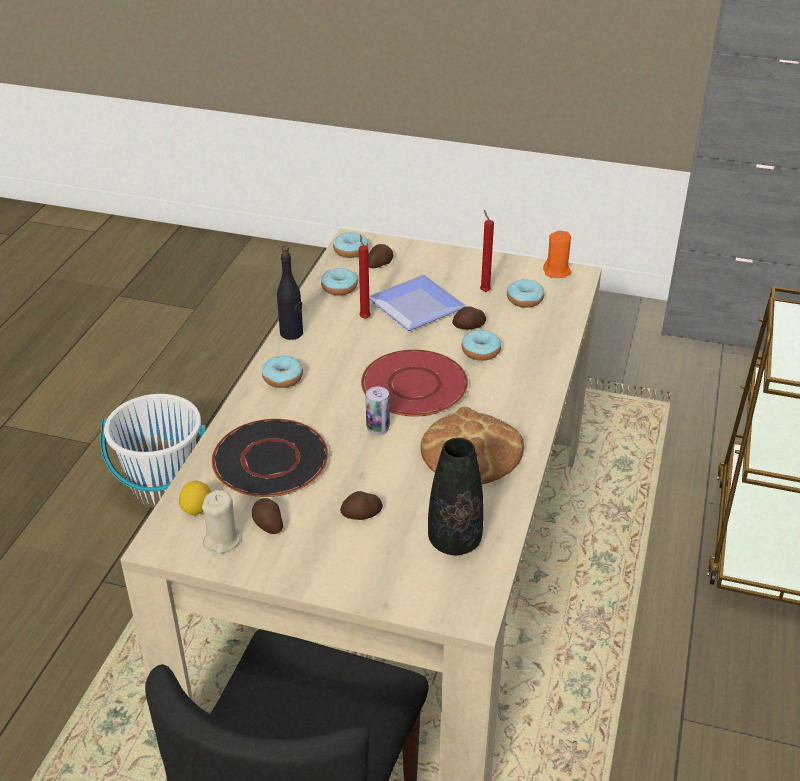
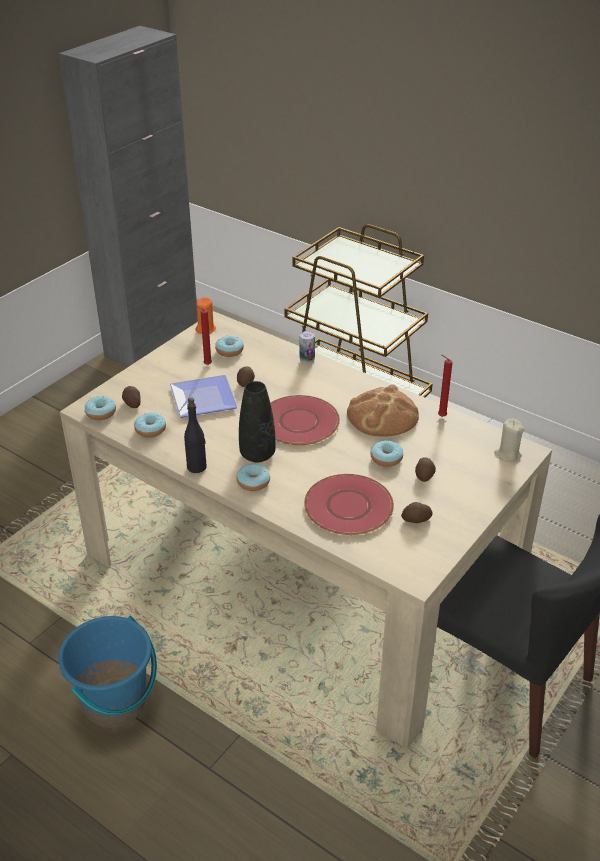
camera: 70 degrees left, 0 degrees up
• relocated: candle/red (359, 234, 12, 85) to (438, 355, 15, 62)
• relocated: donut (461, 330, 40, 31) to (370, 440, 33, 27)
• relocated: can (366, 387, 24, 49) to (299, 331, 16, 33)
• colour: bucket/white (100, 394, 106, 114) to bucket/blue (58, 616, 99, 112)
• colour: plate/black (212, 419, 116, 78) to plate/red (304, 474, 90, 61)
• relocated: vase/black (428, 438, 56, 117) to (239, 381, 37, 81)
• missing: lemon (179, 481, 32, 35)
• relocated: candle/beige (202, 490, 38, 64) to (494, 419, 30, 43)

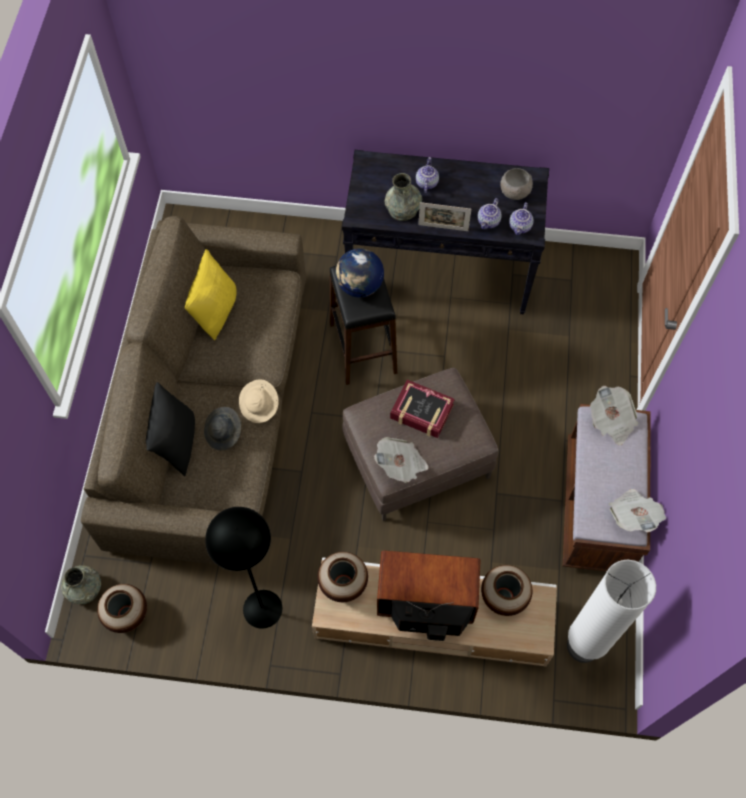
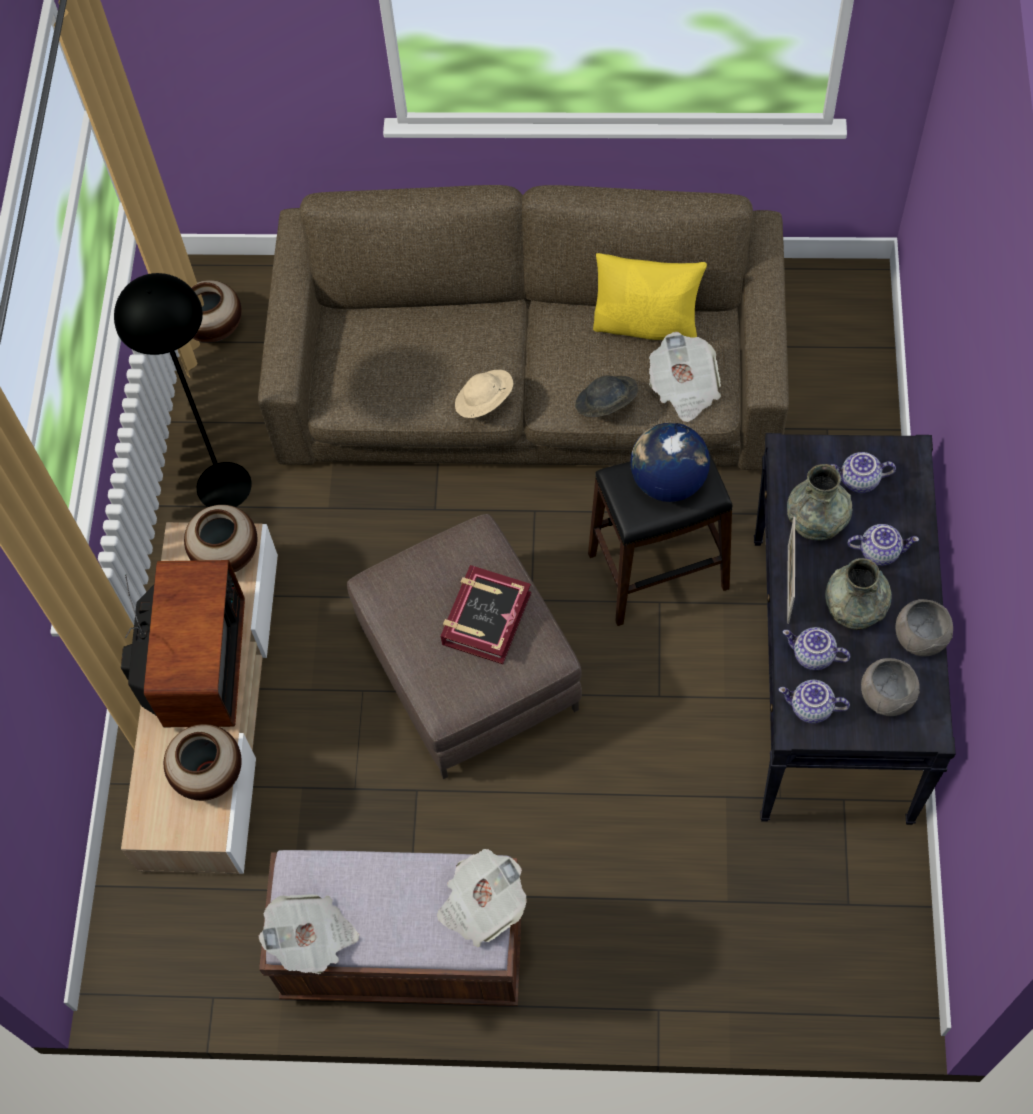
camera: 90 degrees right, 0 degrees up
• missing: pillow/black (146, 382, 49, 94)
• relocated: hat/grey (204, 407, 37, 43) to (575, 376, 63, 41)
• relocated: newspaper (374, 437, 55, 46) to (649, 332, 72, 90)
• missing: floor lamp/white (567, 560, 89, 103)
• relocated: vase/grey (61, 565, 40, 39) to (825, 558, 67, 72)
• appeared: teapot (831, 452, 65, 41)
• appeared: bowl/grey (896, 599, 57, 57)

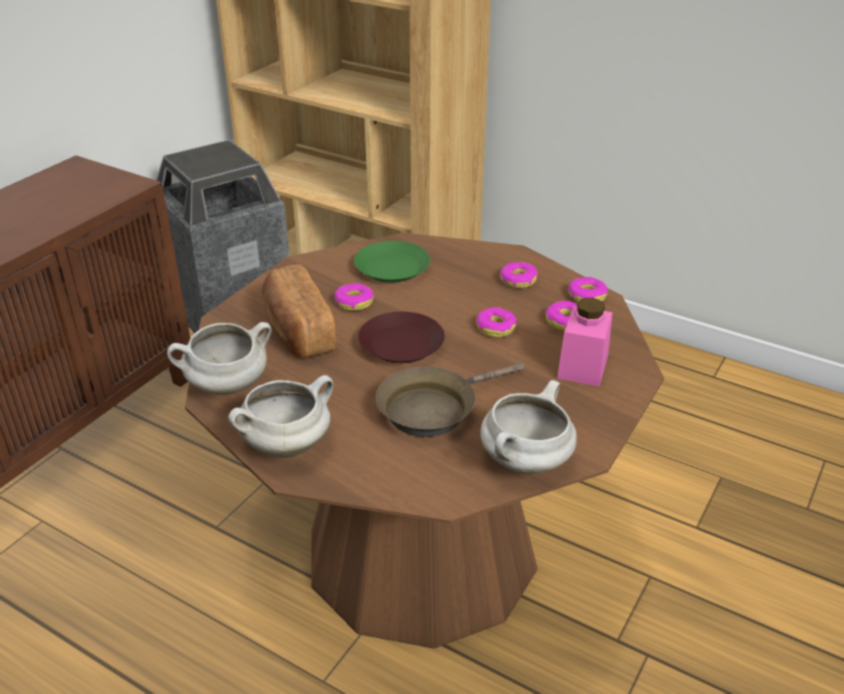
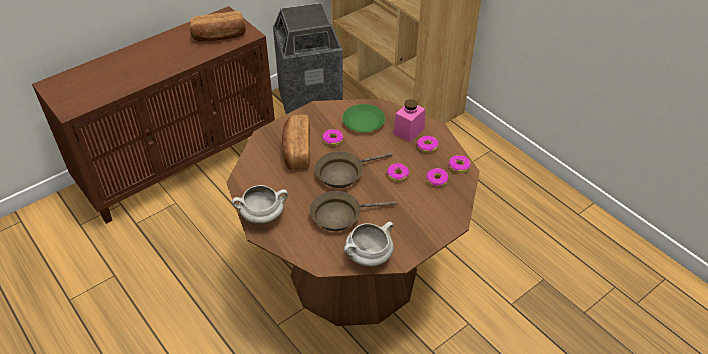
camera: 20 degrees right, 10 degrees up
• relocated: jar/pink (557, 298, 56, 89) to (393, 99, 32, 43)
• exchanged: plate/brown (358, 312, 87, 51) to frying pan/brown (315, 151, 78, 37)
• missing: cooking pot/white (167, 322, 105, 73)
• appeared: bread (190, 11, 56, 31)

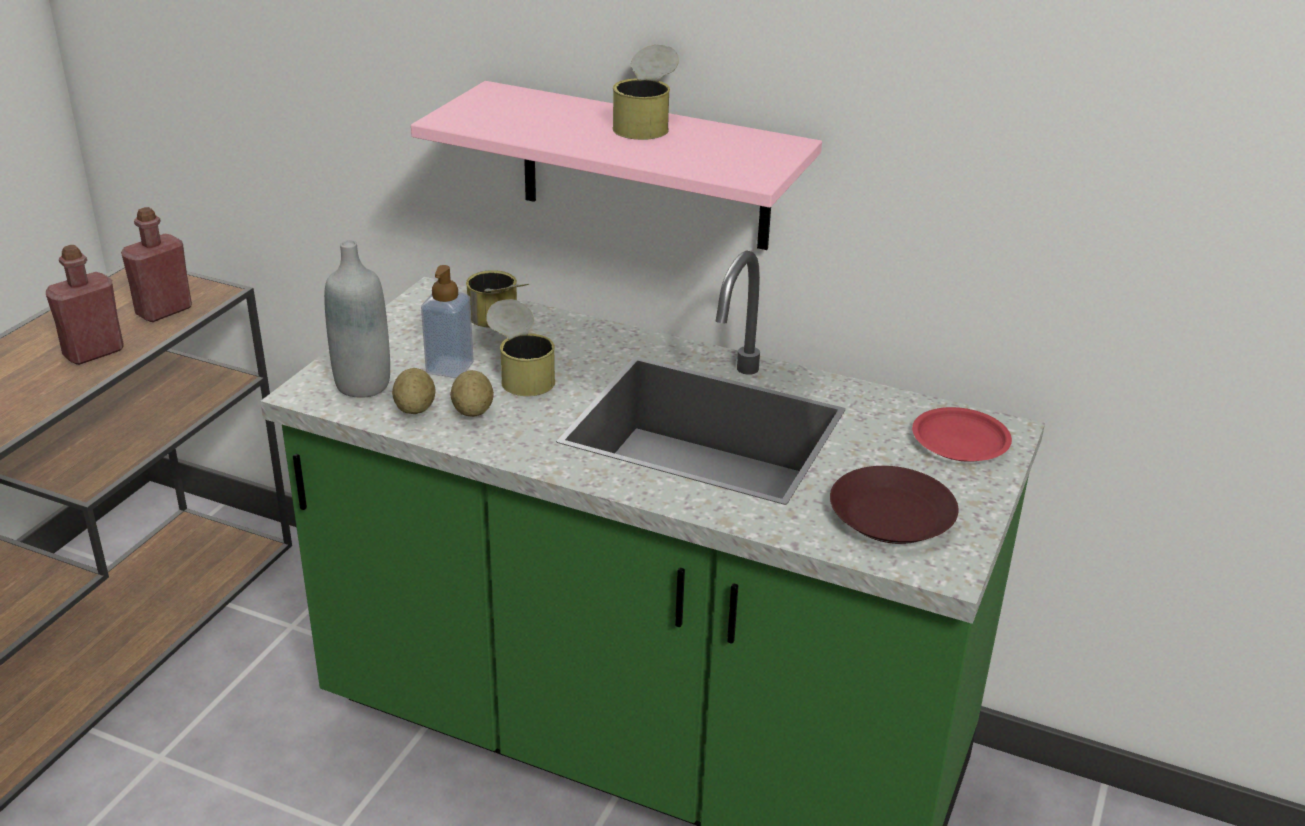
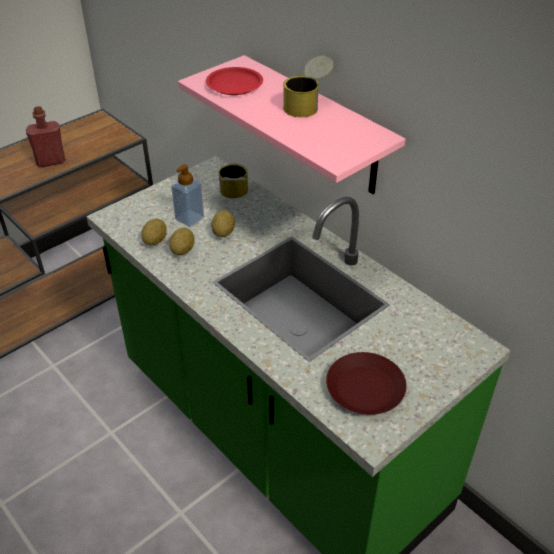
camera: 25 degrees right, 10 degrees up
• missing: bottle/red (121, 207, 71, 115)
• missing: bottle/grey (324, 240, 66, 158)
• exchanged: can (486, 299, 69, 97) to potato (211, 210, 24, 27)
• relocated: plate/red (912, 407, 100, 55) to (206, 67, 57, 28)

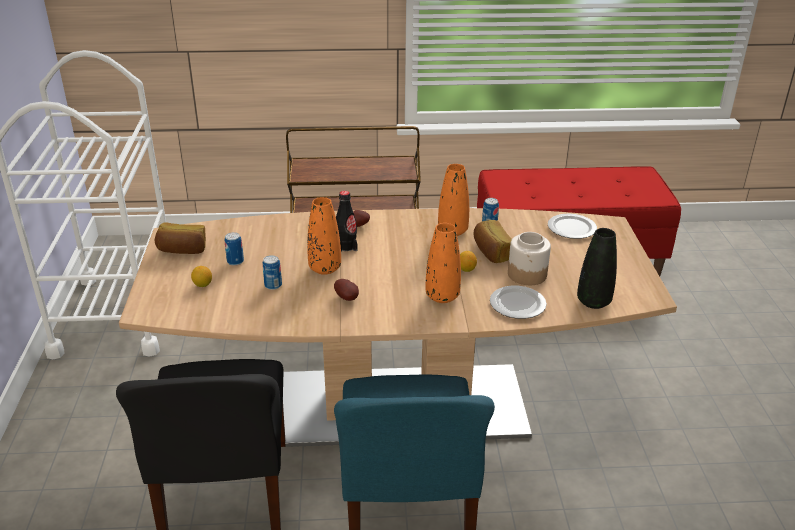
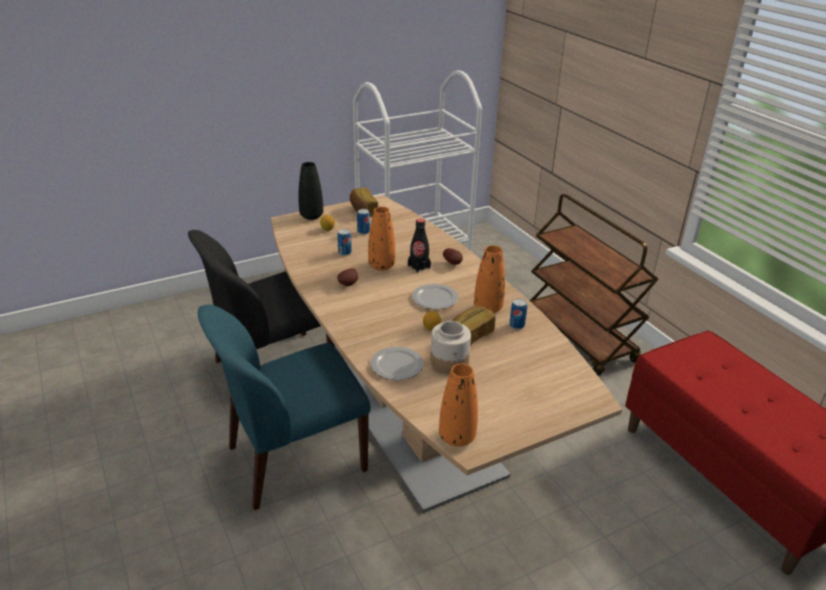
camera: 65 degrees right, 0 degrees up
• relocated: plate (548, 214, 49, 25) to (412, 284, 46, 26)
• relocated: vase/orange (426, 223, 35, 80) to (439, 363, 39, 84)
• relocated: vase/black (577, 228, 40, 81) to (299, 162, 24, 58)

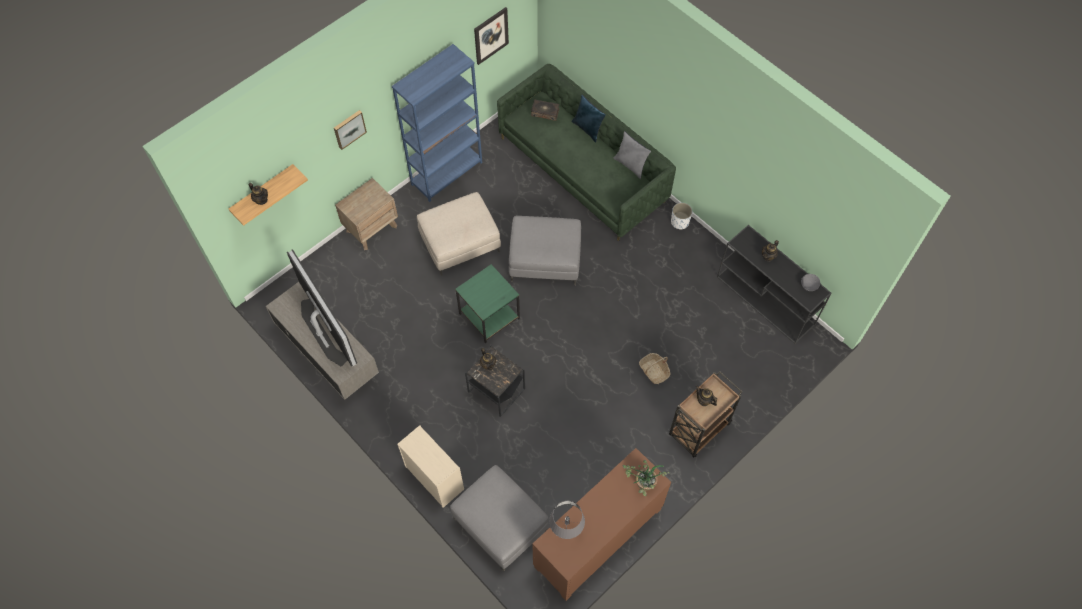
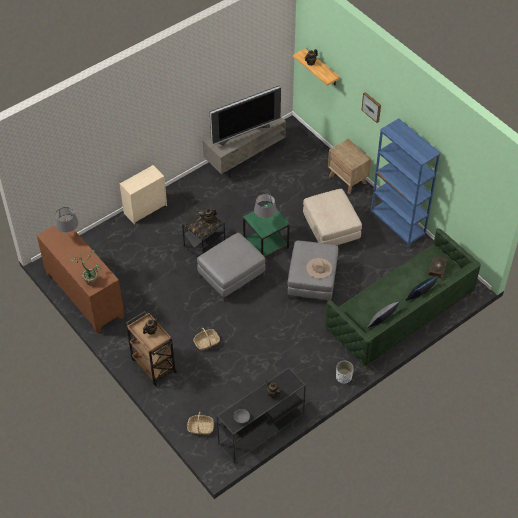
camera: 95 degrees right, 10 degrees down
• missing: picture (474, 7, 35, 58)
• relocated: ottoman/grey (450, 465, 99, 106) to (197, 233, 69, 69)
• appeared: table lamp/grey (254, 194, 23, 24)
• appeared: hat/beige (306, 258, 26, 21)
• appeared: basket (187, 412, 27, 23)

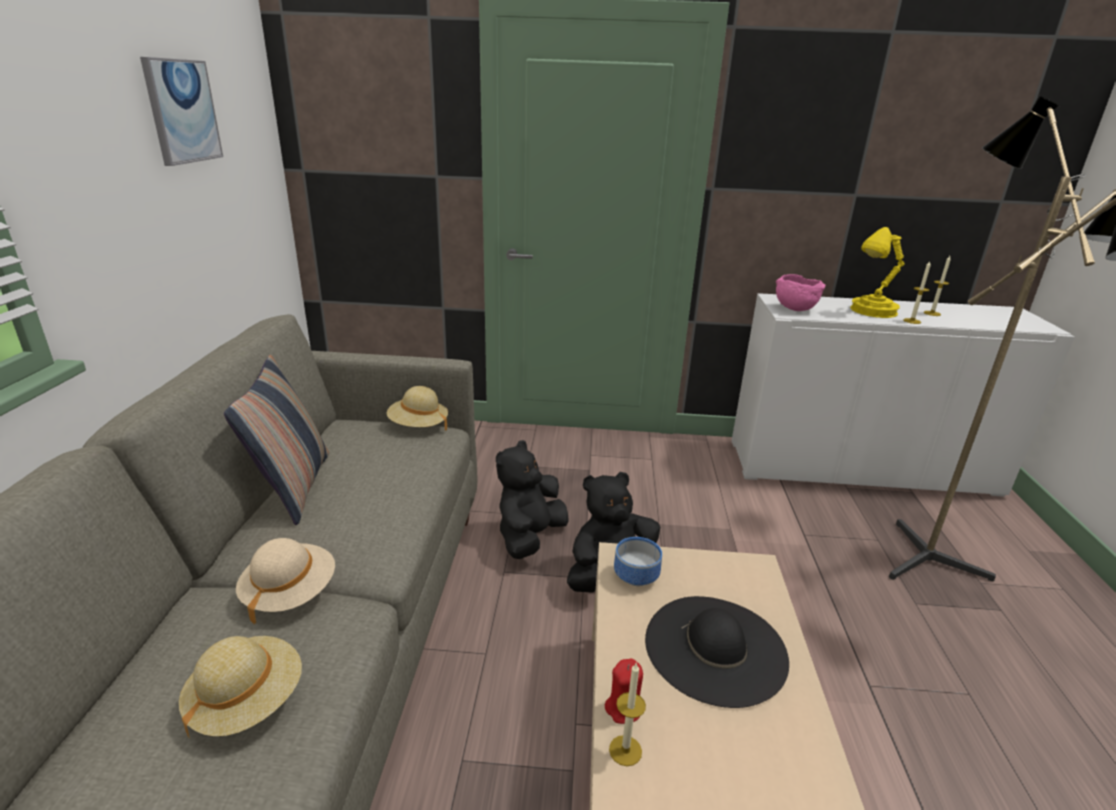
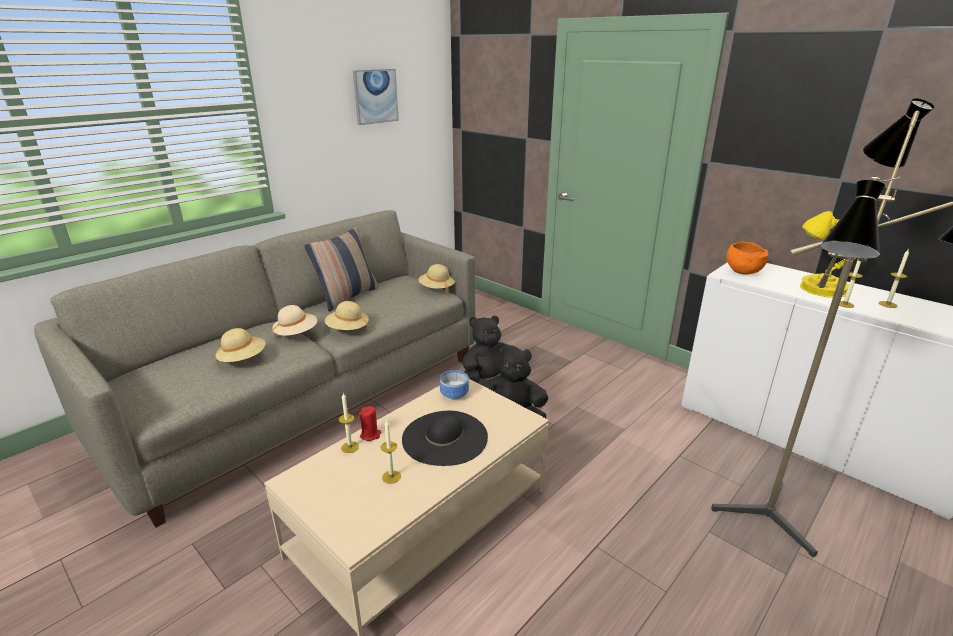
camera: 40 degrees right, 0 degrees up
• colour: bowl/pink (776, 274, 49, 37) to bowl/orange (726, 242, 43, 33)
• appeared: hat/beige (325, 301, 44, 31)
• appeared: candle (381, 420, 20, 64)

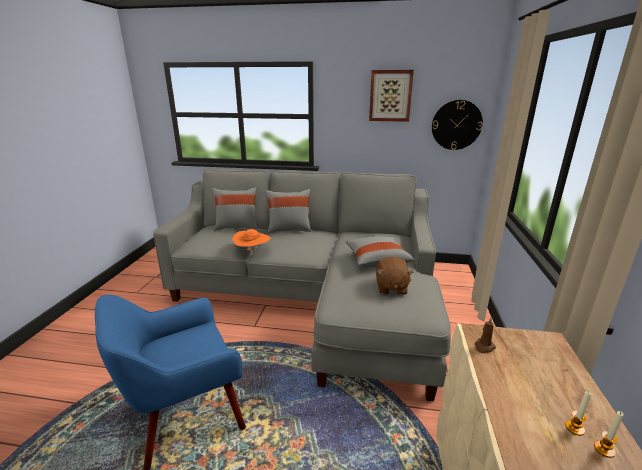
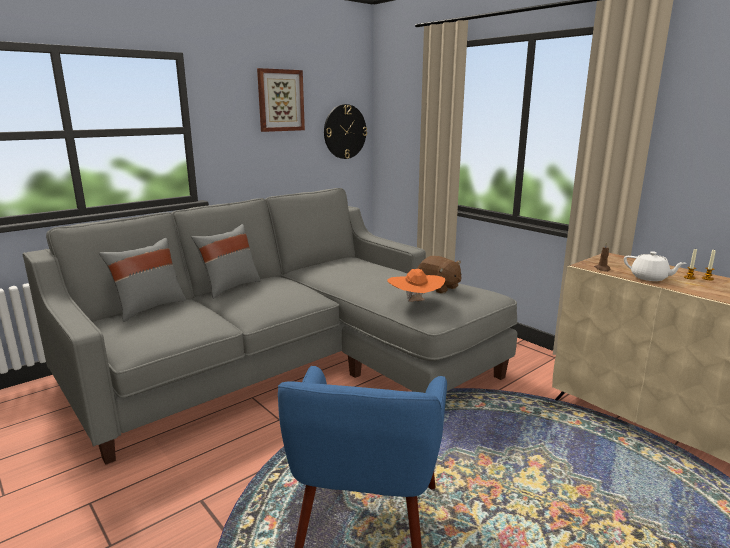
camera: 50 degrees left, 5 degrees down
• relocated: hat/orange (232, 229, 39, 24) to (387, 269, 58, 33)
• missing: pillow/grey (345, 236, 69, 31)
• appeared: teapot/white (624, 251, 62, 30)

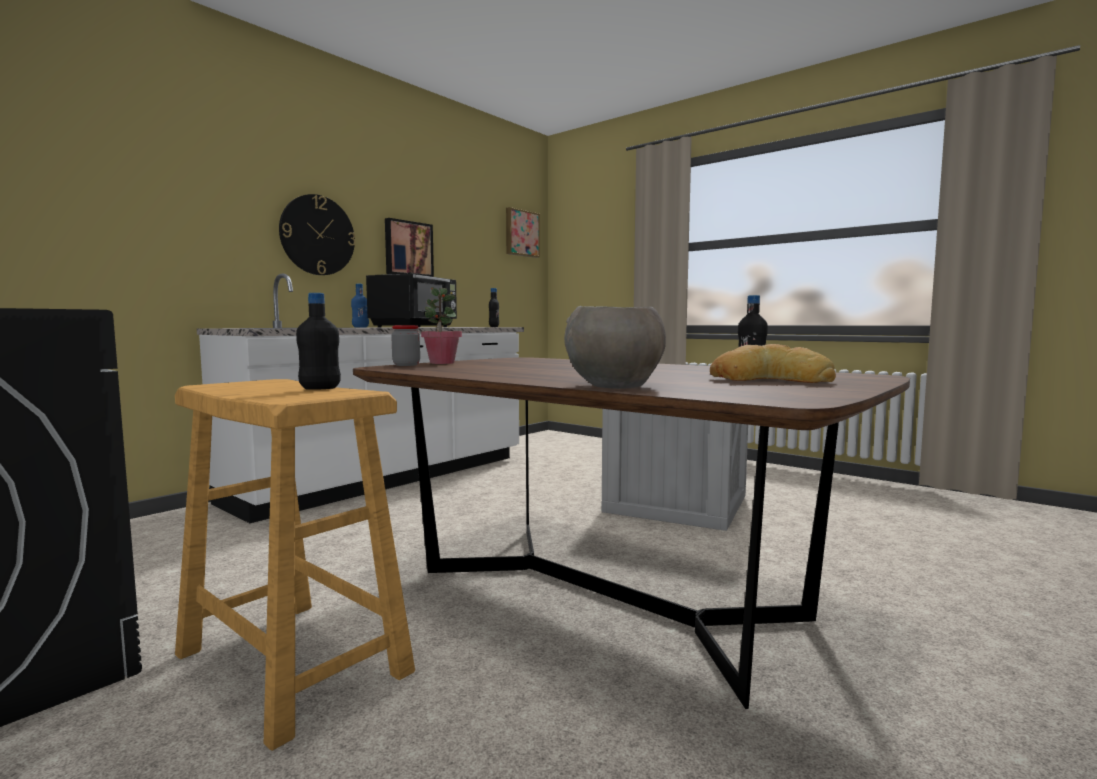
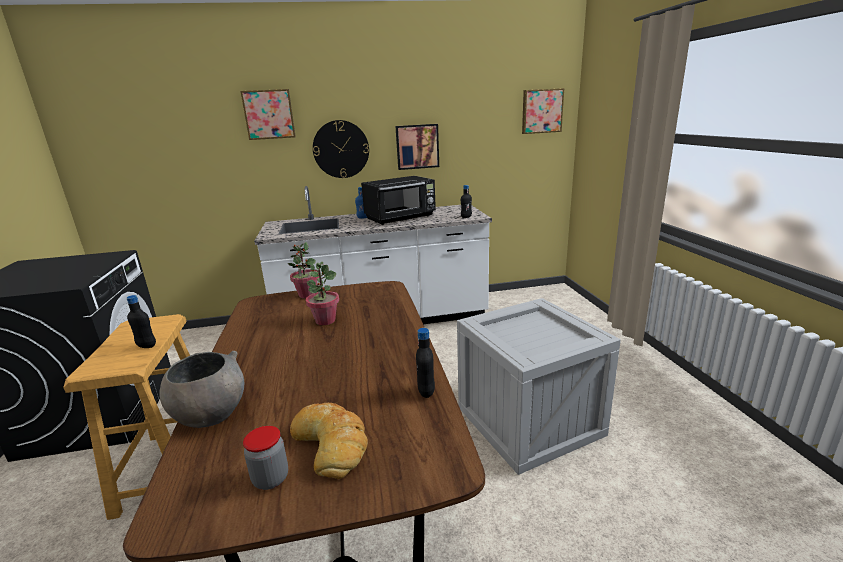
camera: 40 degrees right, 15 degrees up
• relocated: jar (391, 325, 29, 41) to (243, 426, 45, 64)
• appeared: picture (240, 89, 56, 51)
• appeared: potted plant (306, 262, 33, 63)

